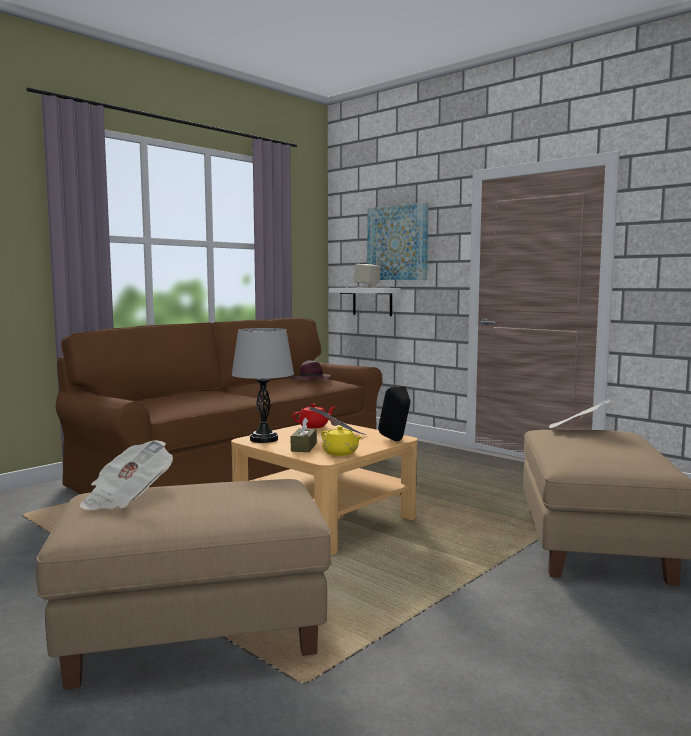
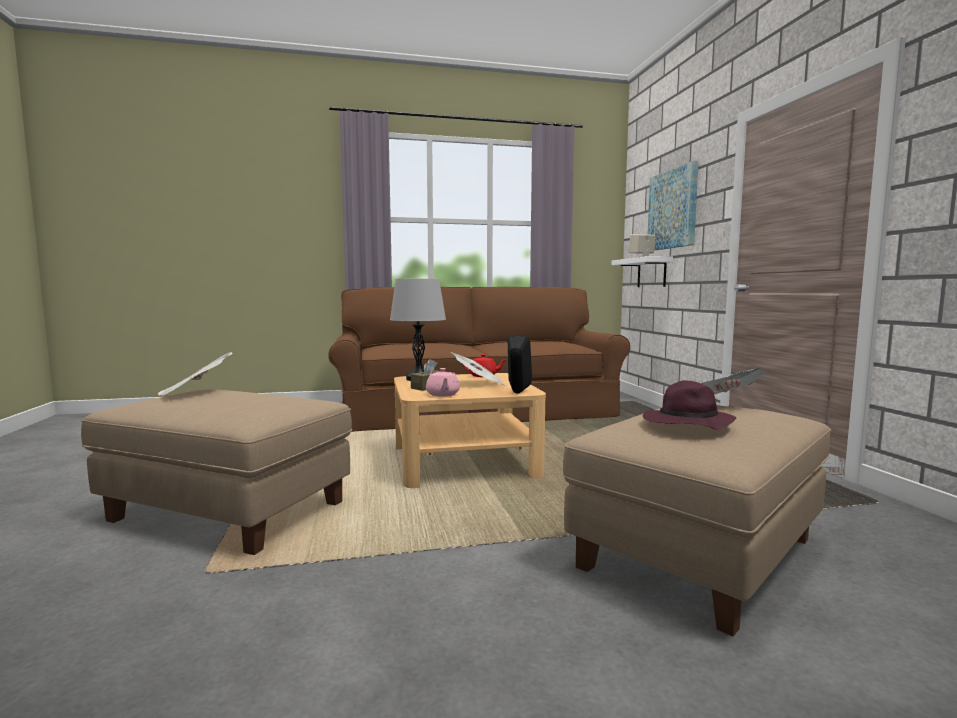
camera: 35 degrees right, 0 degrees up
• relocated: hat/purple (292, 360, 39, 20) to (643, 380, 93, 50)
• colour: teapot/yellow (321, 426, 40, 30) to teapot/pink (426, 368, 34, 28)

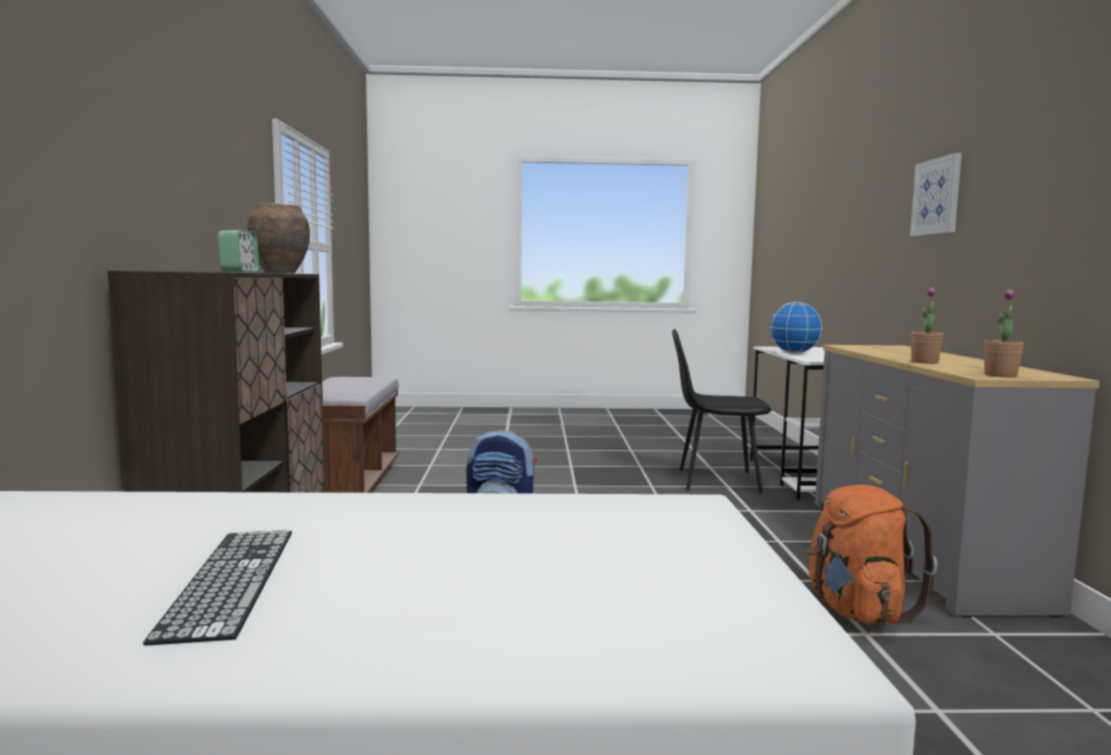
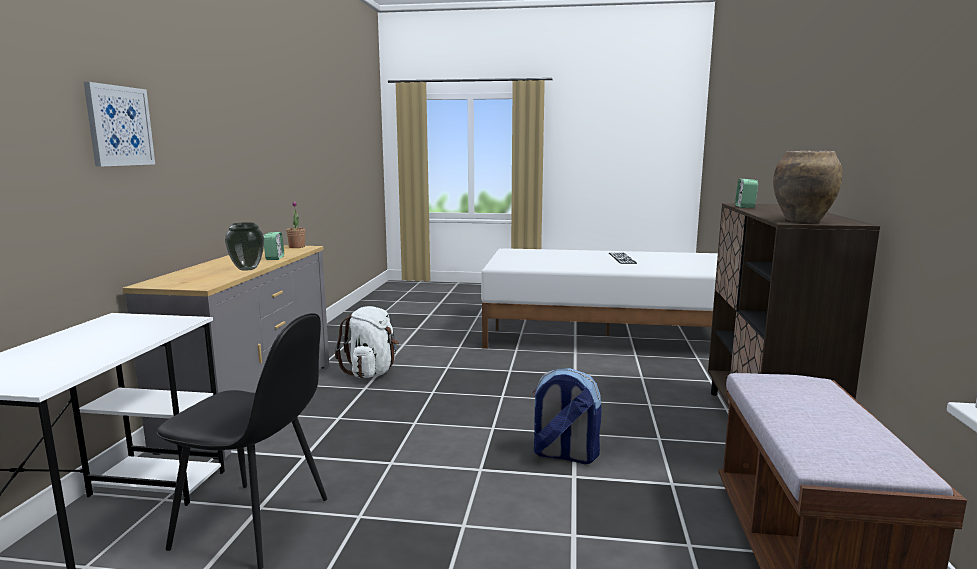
camera: 170 degrees left, 5 degrees up
• exchanged: potted plant (911, 288, 33, 76) to alarm clock (264, 232, 20, 28)
• missing: globe (769, 302, 54, 51)
• colour: backpack/orange (807, 485, 130, 139) to backpack/white (335, 306, 64, 72)
• appeared: vase (225, 222, 39, 49)

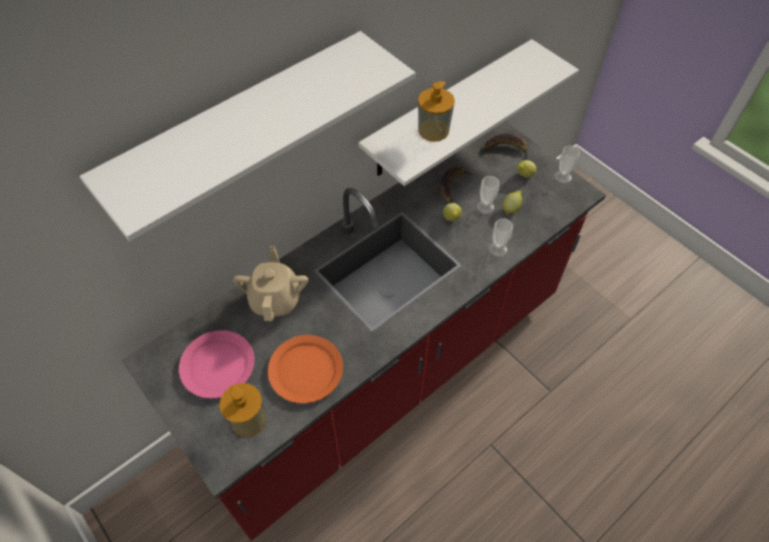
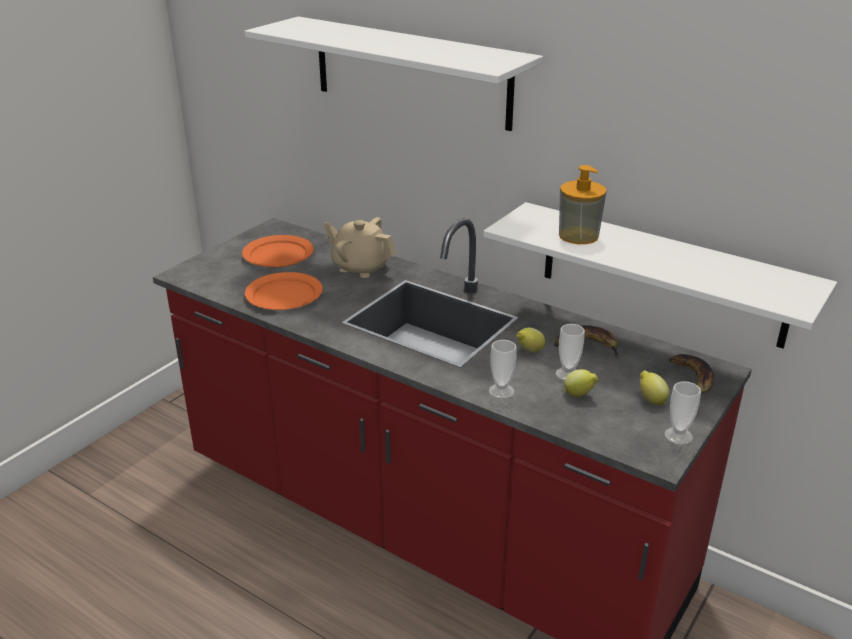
camera: 75 degrees right, 25 degrees down
• spun: teapot/beige (233, 246, 75, 75) = (324, 217, 72, 61) 135 degrees counterclockwise
• colour: plate/pink (179, 330, 75, 68) to plate/orange (242, 235, 72, 32)
• missing: soap dispenser (219, 383, 47, 54)

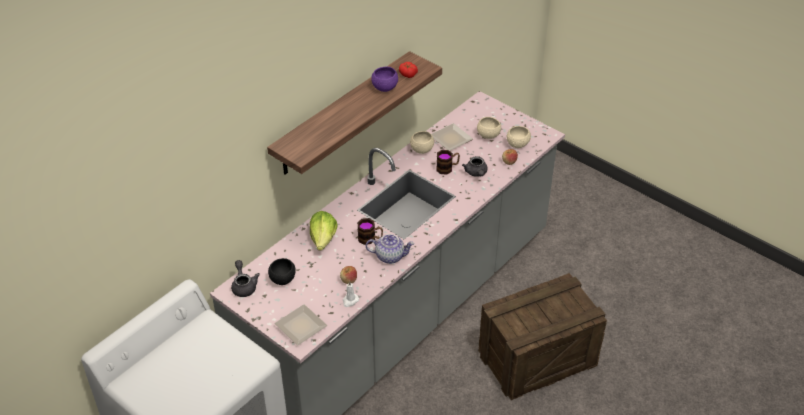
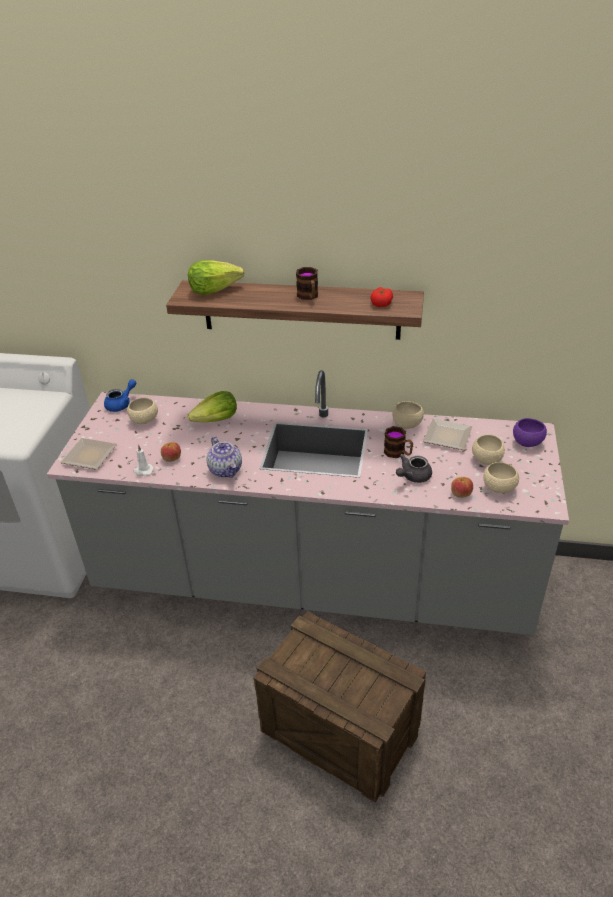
camera: 60 degrees right, 5 degrees down
• relocated: bowl/purple (371, 67, 27, 25) to (513, 418, 34, 29)
• relocated: mug (357, 218, 26, 27) to (296, 267, 22, 33)
• colour: bowl/black (268, 258, 28, 27) to bowl/beige (127, 398, 31, 26)
• colour: teapot/grey (231, 260, 29, 37) to teapot/blue (104, 379, 32, 33)
• appeared: lettuce (188, 260, 56, 35)

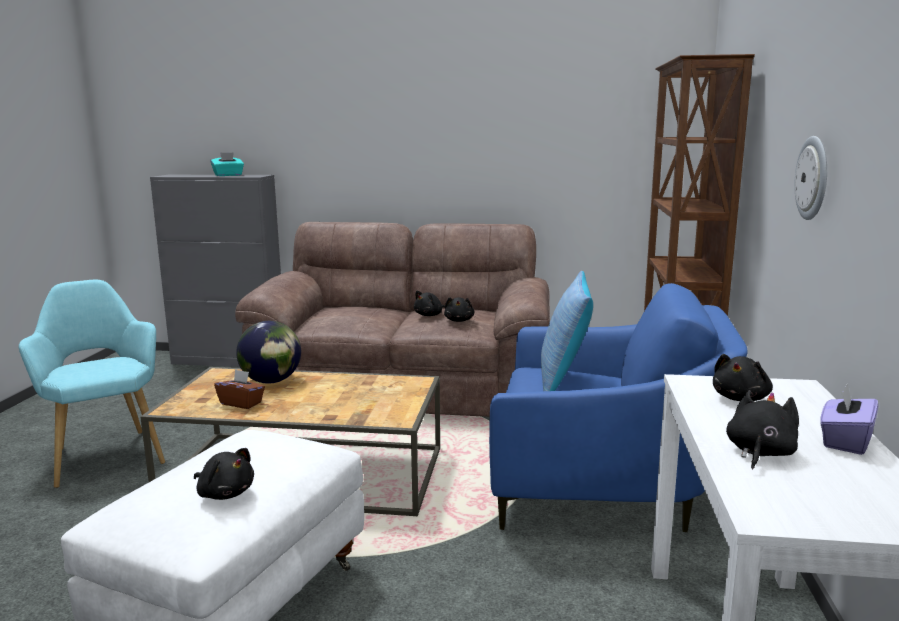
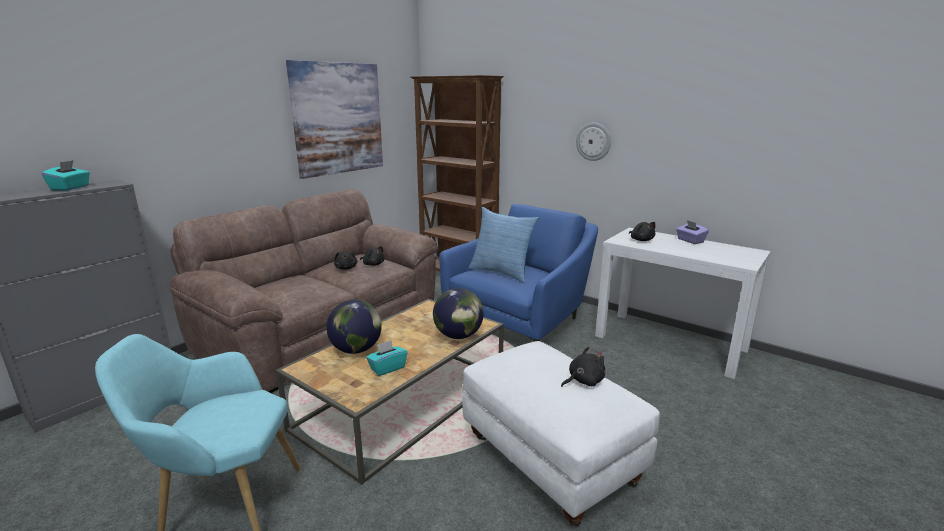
camera: 60 degrees left, 5 degrees up
• colour: tissue box/brown (214, 369, 51, 40) to tissue box/turquoise (366, 340, 42, 36)
• missing: plush toy/black (726, 390, 73, 79)
• appeared: picture (286, 60, 97, 119)
• appeared: globe (433, 288, 51, 51)

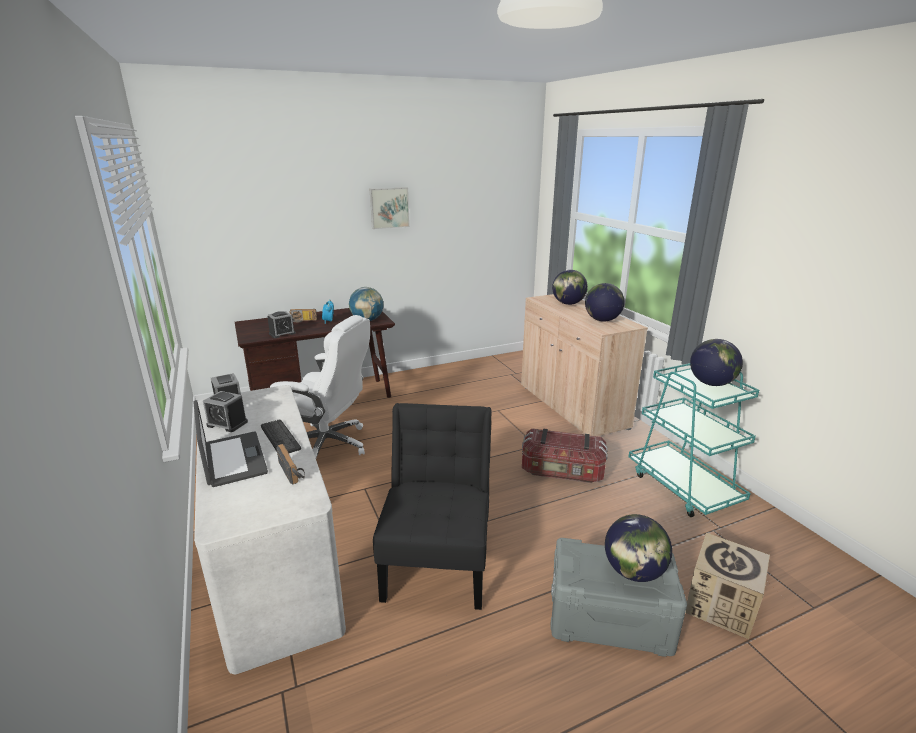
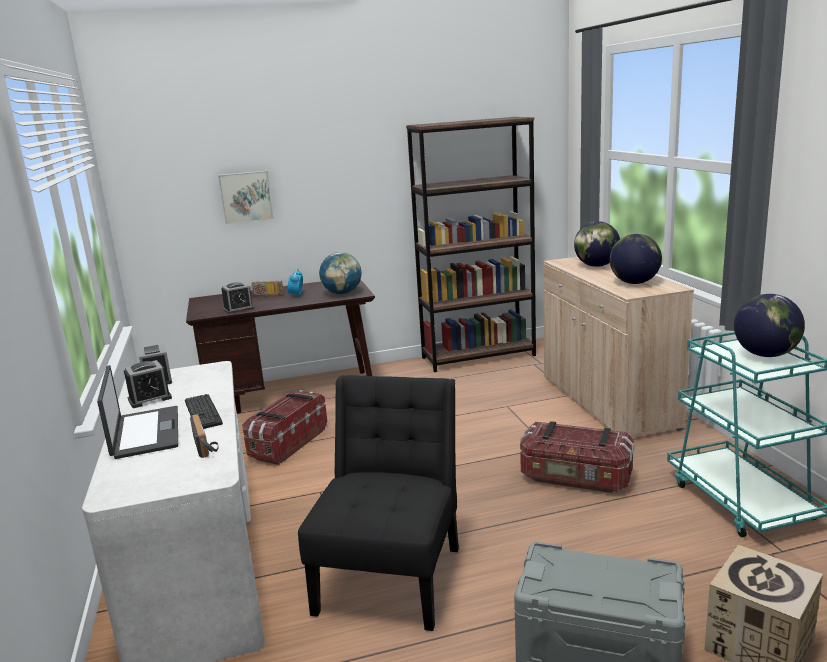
camera: 10 degrees right, 5 degrees down
• relocated: picture (370, 187, 40, 42) to (218, 171, 56, 53)
• exchanged: office chair/white (270, 315, 100, 143) to storage box (242, 390, 85, 75)
• spun: alarm clock (203, 391, 45, 41) = (124, 360, 48, 48) 60 degrees counterclockwise
• missing: globe (605, 514, 67, 68)
• appeared: bookcase/brown (406, 117, 130, 255)

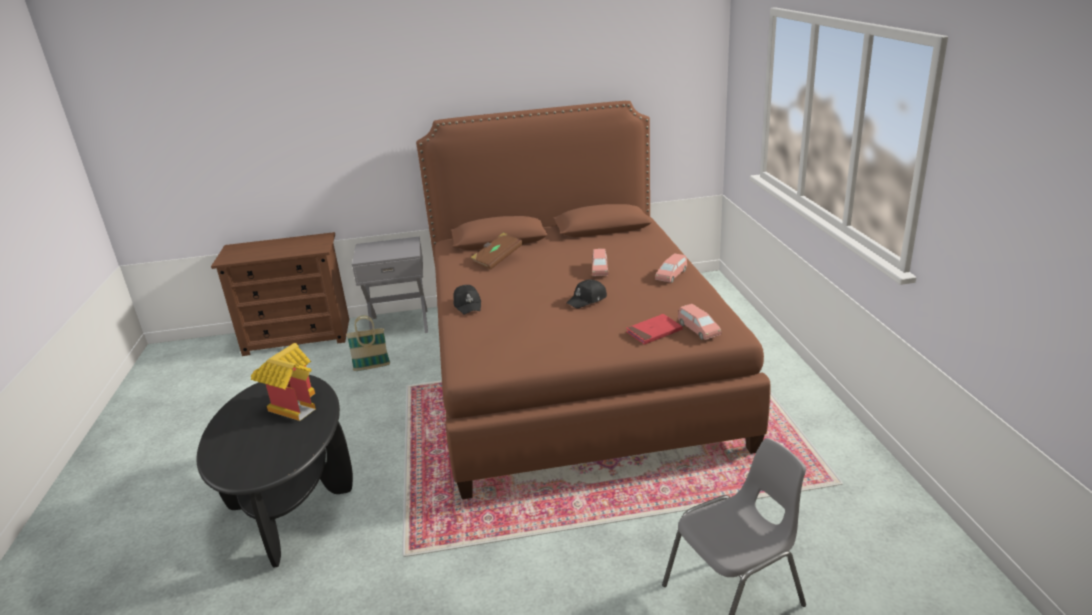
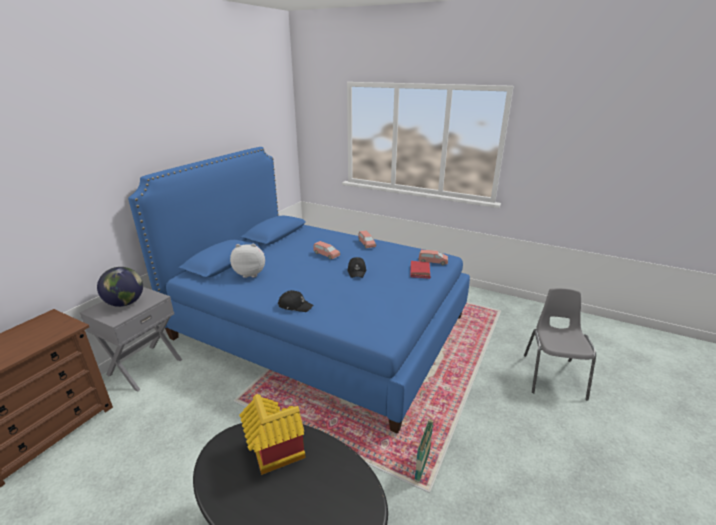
camera: 55 degrees left, 0 degrees up
• colour: bed/brown (416, 101, 354, 398) to bed/blue (128, 147, 342, 287)
• exchanged: book/brown (471, 233, 52, 37) to plush toy (230, 244, 35, 34)
• relocated: basket (346, 315, 44, 56) to (414, 416, 20, 67)
• appeared: globe (97, 267, 46, 40)

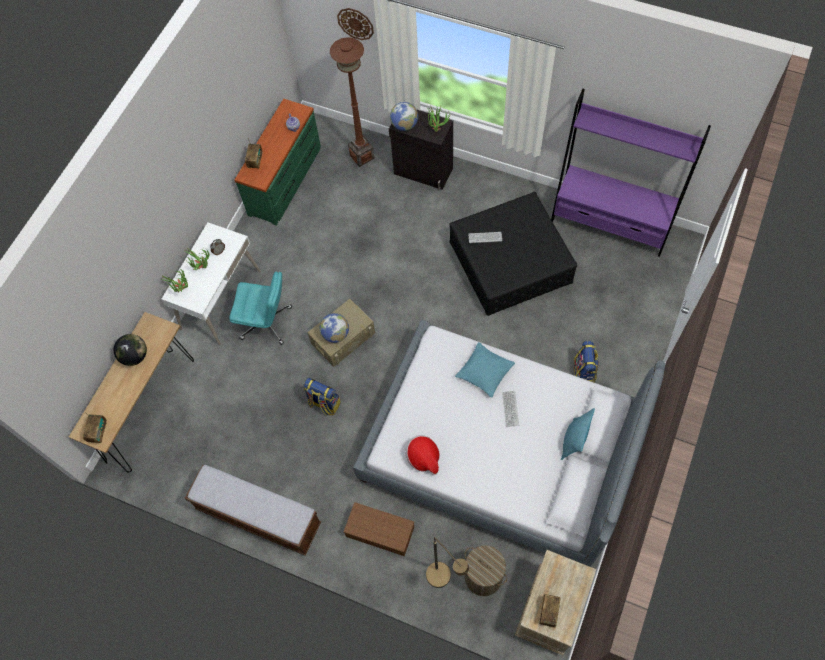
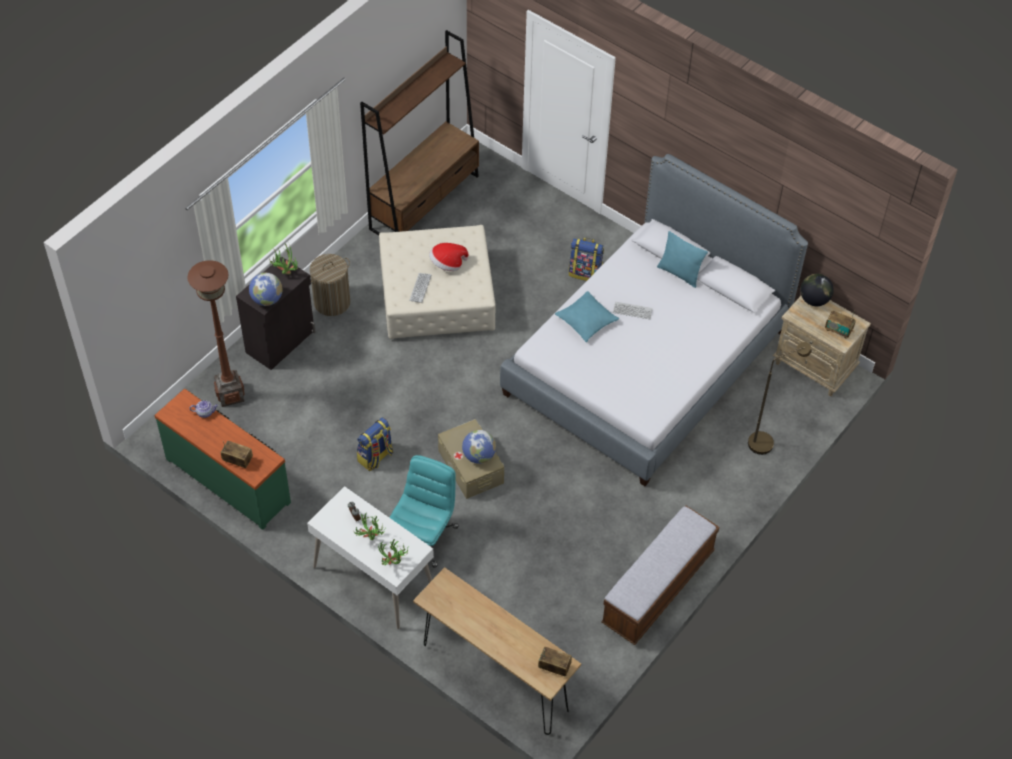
camera: 80 degrees left, 10 degrees down
• missing: wall clock (337, 8, 37, 32)
• colour: bookcase/purple (551, 89, 160, 168) to bookcase/brown (360, 30, 119, 205)
• colour: ottoman/black (450, 192, 127, 124) to ottoman/beige (379, 225, 116, 114)
• relocated: globe (114, 334, 33, 32) to (800, 274, 34, 32)
• relocated: backpack (304, 378, 37, 38) to (357, 418, 36, 53)
• relocated: hat (405, 435, 35, 40) to (429, 243, 40, 28)
• missing: storage box/brown (344, 502, 70, 54)
• relocated: laundry basket (465, 545, 42, 51) to (310, 254, 40, 62)

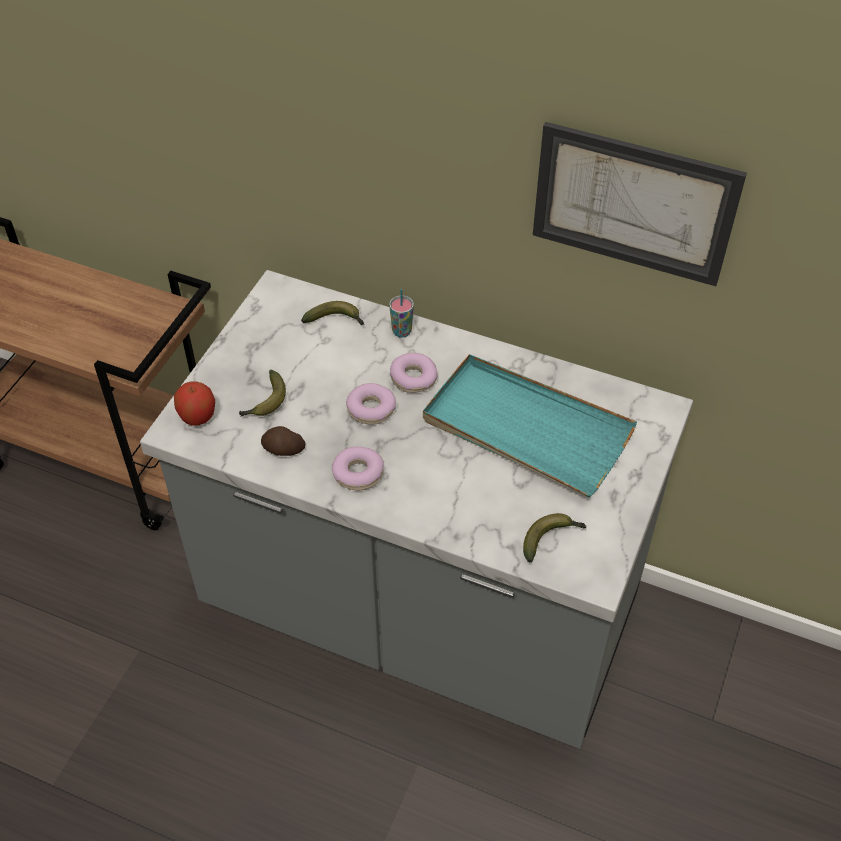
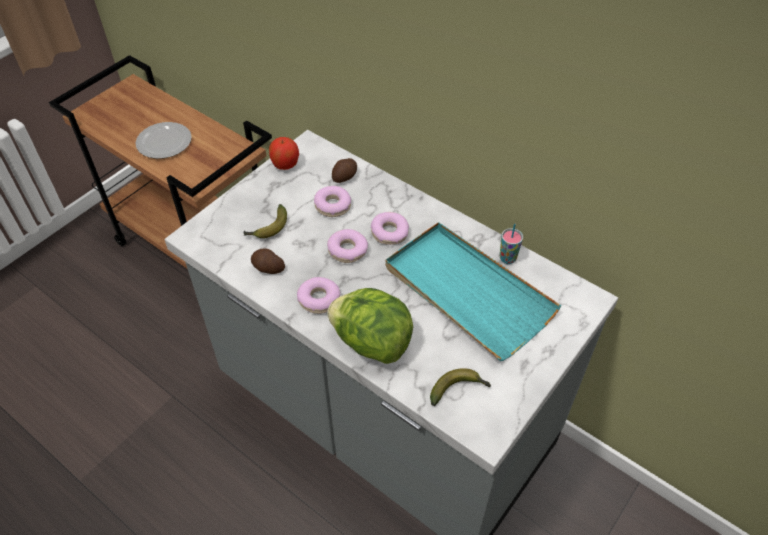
camera: 15 degrees right, 0 degrees up
• missing: picture (533, 122, 214, 164)
• relocated: cup (389, 289, 25, 49) to (500, 224, 23, 40)
• exchanged: banana (301, 301, 63, 24) to potato (332, 158, 25, 25)
• relocated: apple (174, 382, 41, 44) to (269, 137, 30, 33)
• appeared: plate (135, 122, 57, 37)
• appeared: donut (314, 186, 37, 31)
• appeared: lettuce (327, 288, 86, 76)

